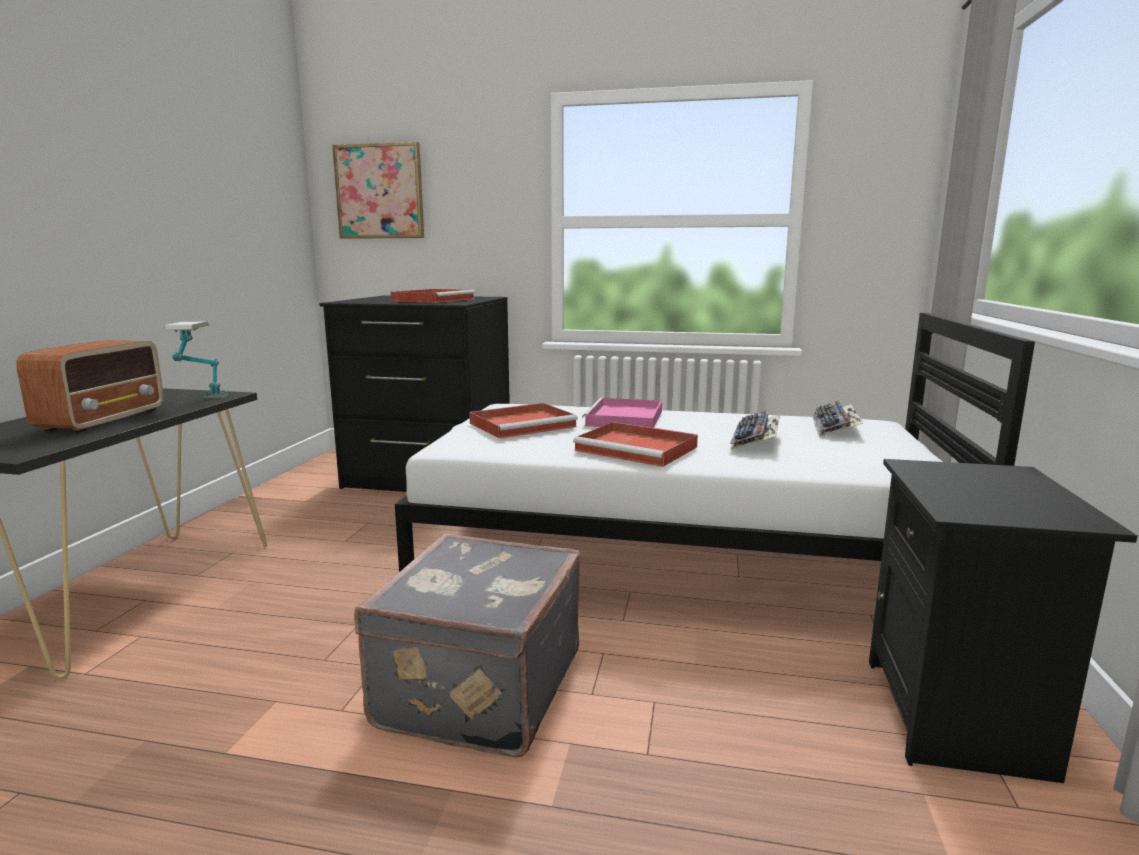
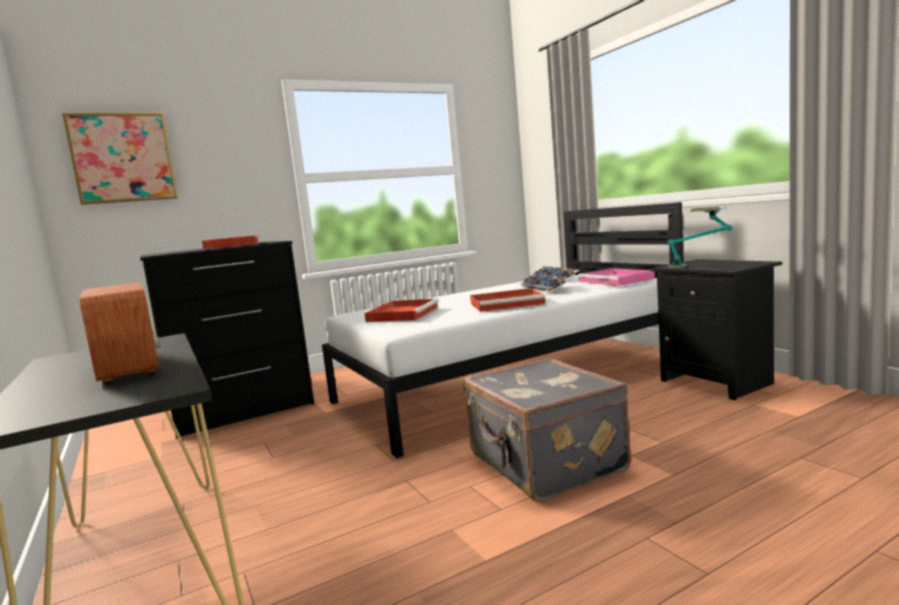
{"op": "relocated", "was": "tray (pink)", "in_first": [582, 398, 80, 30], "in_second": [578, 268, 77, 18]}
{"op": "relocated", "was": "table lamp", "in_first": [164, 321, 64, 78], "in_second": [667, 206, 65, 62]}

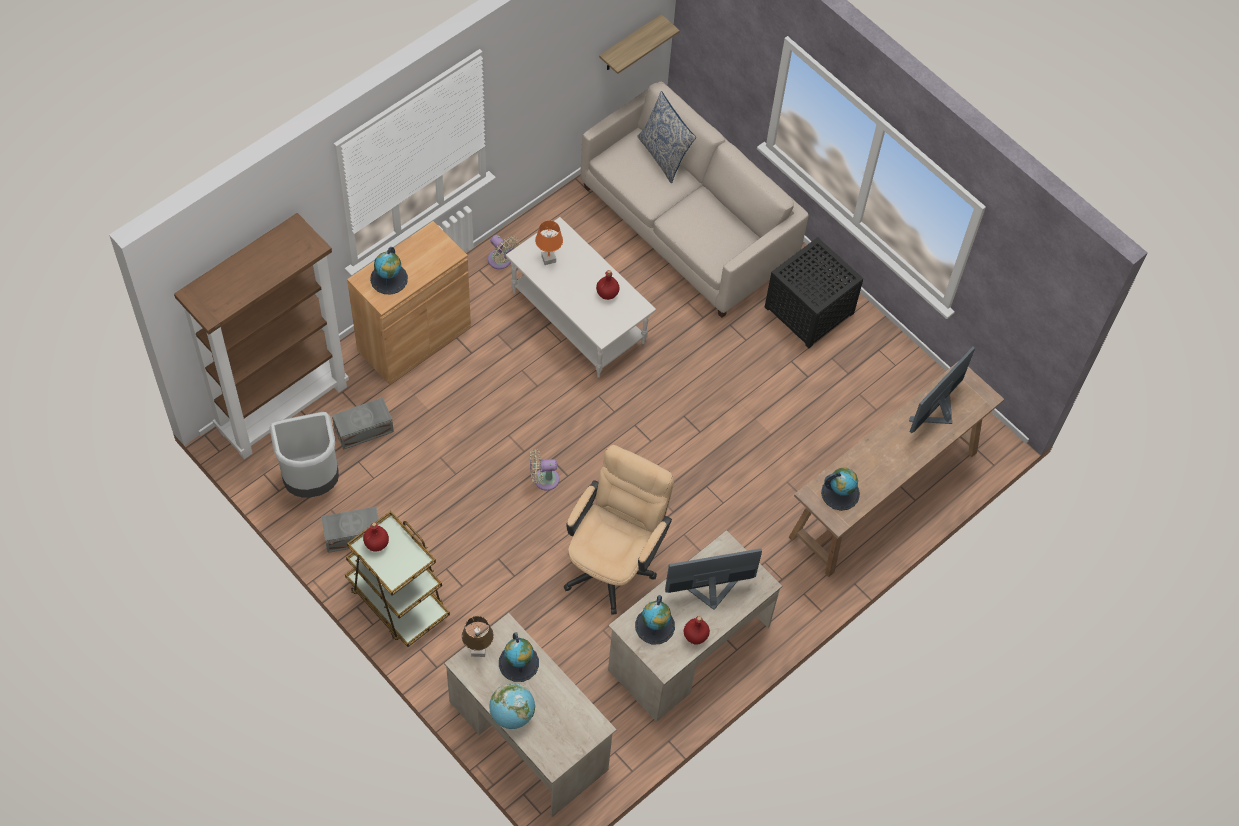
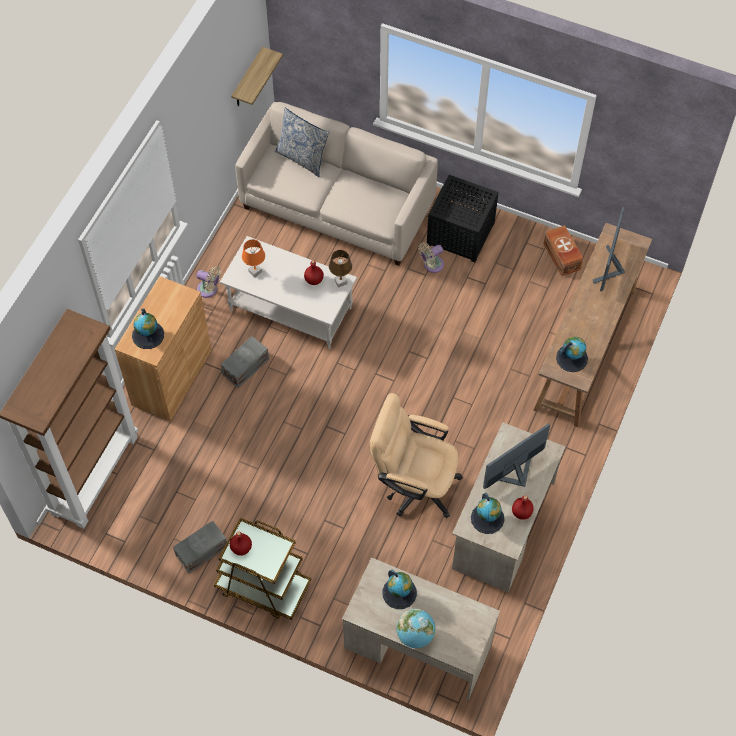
{"op": "relocated", "was": "storage box (grey)", "in_first": [332, 397, 62, 53], "in_second": [221, 336, 48, 52]}
{"op": "relocated", "was": "table lamp (brown)", "in_first": [462, 616, 32, 41], "in_second": [329, 250, 23, 38]}
{"op": "spun", "was": "office chair (beige)", "in_first": [564, 445, 110, 170], "in_second": [369, 393, 94, 125], "clockwise": -75}
{"op": "relocated", "was": "fan (beige)", "in_first": [530, 449, 30, 42], "in_second": [418, 242, 26, 31]}
{"op": "appeared", "now": "storage box (brown)", "in_second": [543, 225, 40, 51]}
{"op": "missing", "was": "trash can (grey)", "in_first": [269, 412, 70, 86]}

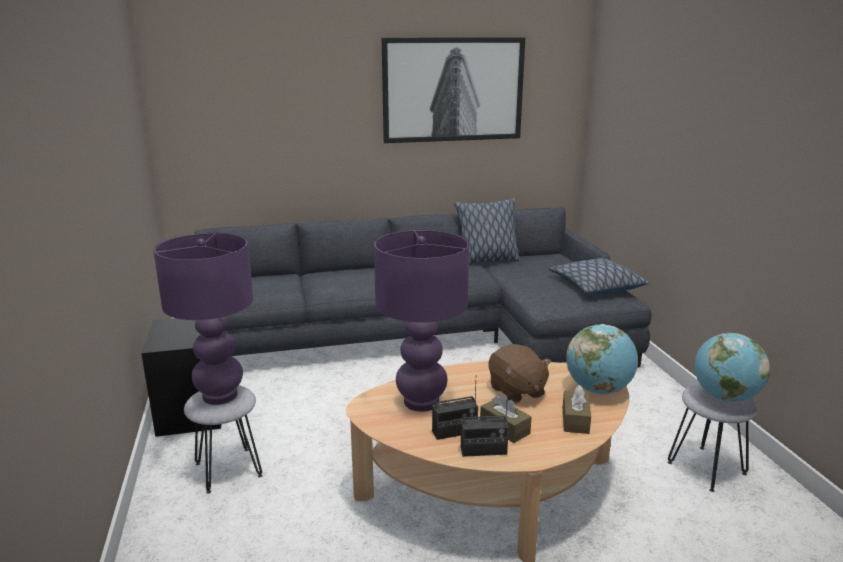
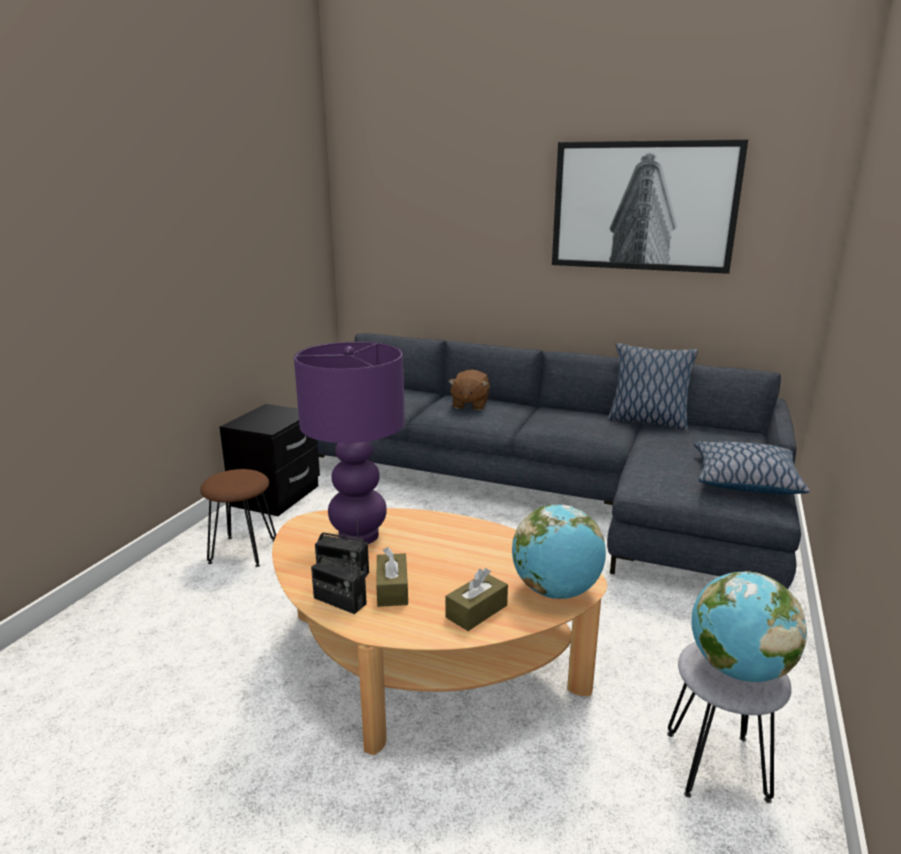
{"op": "colour", "was": "stool (grey)", "now": "stool (brown)", "in_first": [184, 385, 79, 109], "in_second": [200, 469, 76, 98]}
{"op": "relocated", "was": "plush toy (brown)", "in_first": [488, 344, 64, 60], "in_second": [449, 369, 41, 41]}
{"op": "missing", "was": "table lamp (purple)", "in_first": [153, 233, 100, 172]}

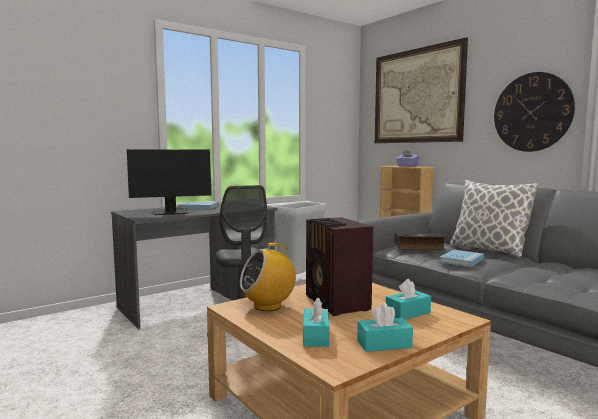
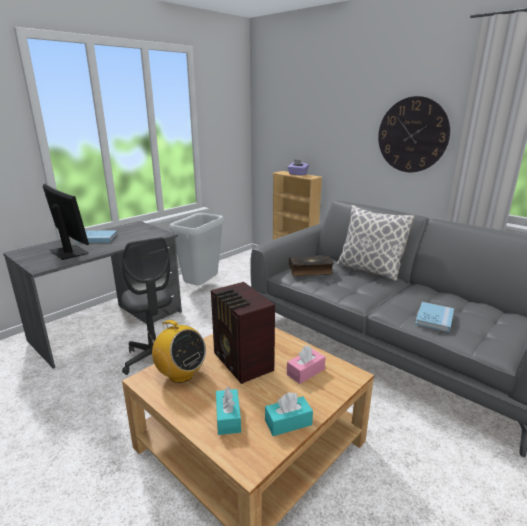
{"op": "spun", "was": "monitor", "in_first": [127, 149, 85, 66], "in_second": [43, 184, 46, 76], "clockwise": -105}
{"op": "spun", "was": "radio", "in_first": [240, 243, 56, 68], "in_second": [148, 320, 58, 63], "clockwise": -105}
{"op": "colour", "was": "tissue box (turquoise)", "now": "tissue box (pink)", "in_first": [386, 279, 45, 41], "in_second": [287, 345, 39, 39]}
{"op": "relocated", "was": "book (blue)", "in_first": [439, 250, 45, 17], "in_second": [415, 302, 39, 30]}
{"op": "missing", "was": "picture", "in_first": [375, 37, 93, 106]}

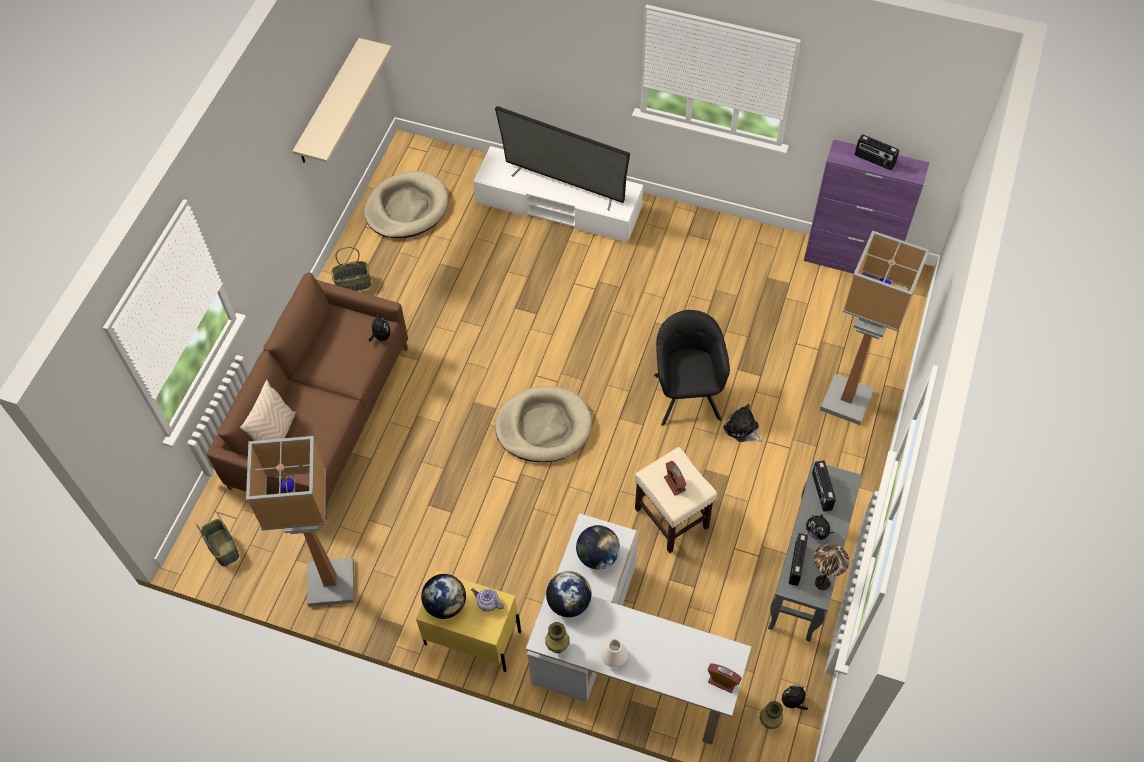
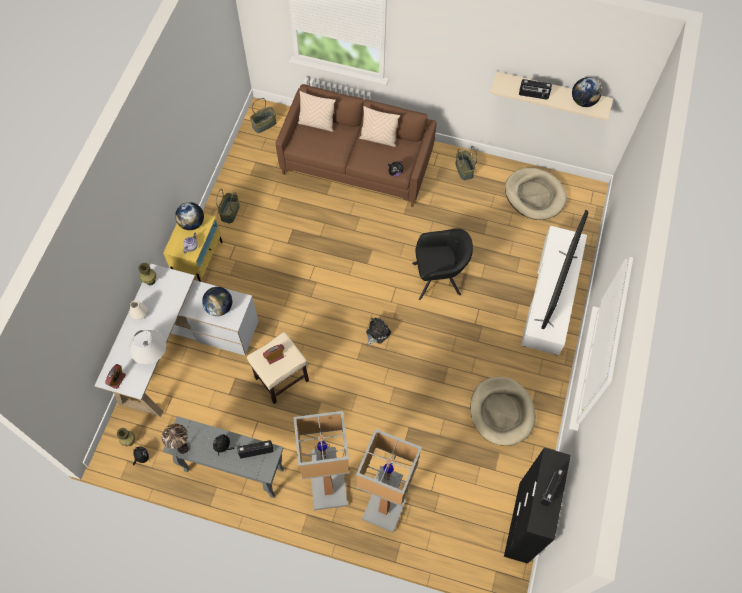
{"op": "appeared", "now": "table lamp (white)", "in_second": [129, 330, 37, 34]}
{"op": "appeared", "now": "basket", "in_second": [216, 189, 24, 34]}
{"op": "relocated", "was": "floor lamp", "in_first": [246, 436, 108, 171], "in_second": [294, 411, 56, 99]}
{"op": "appeared", "now": "pillow (beige)", "in_second": [359, 106, 41, 41]}
{"op": "relocated", "was": "plush toy", "in_first": [724, 404, 39, 38], "in_second": [366, 318, 25, 28]}
{"op": "relocated", "was": "armchair (black)", "in_first": [654, 310, 76, 116], "in_second": [412, 228, 61, 72]}
{"op": "relocated", "was": "dog bed (beige)", "in_first": [495, 386, 97, 76], "in_second": [470, 377, 66, 69]}
{"op": "colour", "was": "cabinet (purple)", "now": "cabinet (black)", "in_first": [804, 139, 125, 141], "in_second": [504, 448, 67, 116]}
{"op": "relocated", "was": "radio", "in_first": [789, 533, 19, 53], "in_second": [519, 79, 33, 21]}
{"op": "relocated", "was": "globe", "in_first": [546, 571, 46, 46], "in_second": [572, 77, 30, 30]}

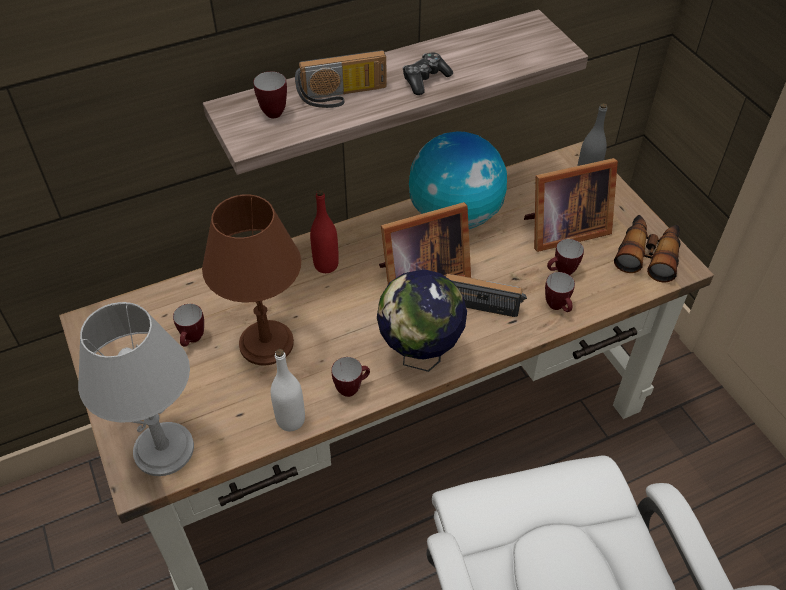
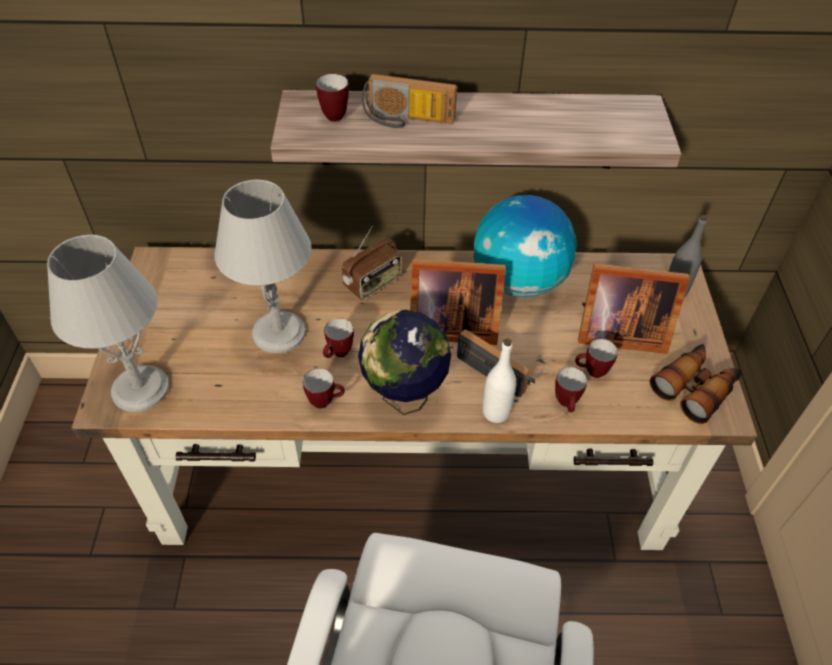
{"op": "colour", "was": "table lamp (brown)", "now": "table lamp (grey)", "in_first": [202, 194, 99, 172], "in_second": [215, 179, 97, 174]}
{"op": "relocated", "was": "mug", "in_first": [173, 304, 31, 43], "in_second": [323, 318, 31, 40]}
{"op": "exchanged", "was": "bottle (red)", "now": "radio", "in_first": [310, 190, 29, 83], "in_second": [342, 226, 59, 74]}
{"op": "relocated", "was": "bottle (white)", "in_first": [271, 349, 34, 82], "in_second": [483, 339, 33, 84]}
{"op": "missing", "was": "game controller", "in_first": [403, 52, 50, 43]}

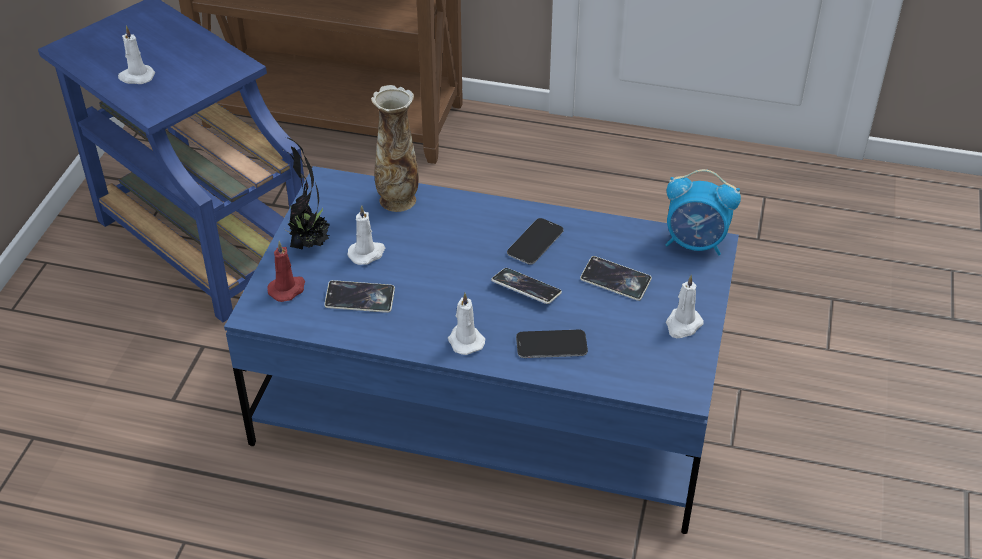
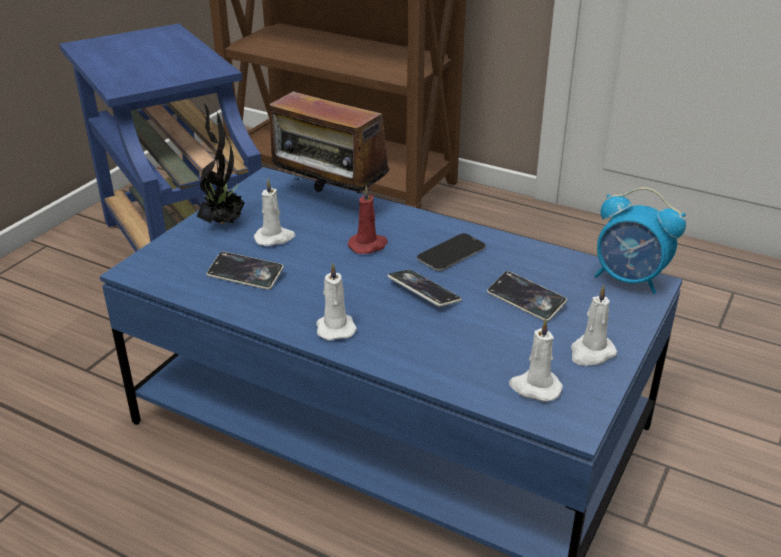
{"op": "exchanged", "was": "vase", "now": "radio", "in_first": [371, 85, 48, 127], "in_second": [269, 78, 120, 116]}
{"op": "relocated", "was": "candle (red)", "in_first": [267, 241, 38, 61], "in_second": [348, 185, 40, 69]}
{"op": "relocated", "was": "candle (white)", "in_first": [118, 25, 37, 59], "in_second": [509, 318, 54, 84]}
{"op": "missing", "was": "phone", "in_first": [516, 330, 72, 28]}

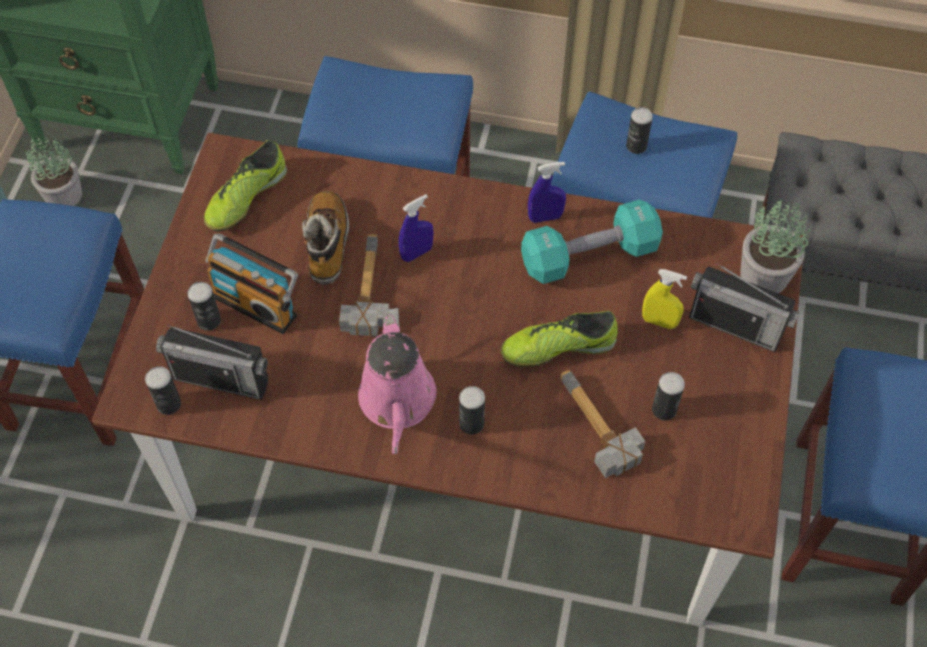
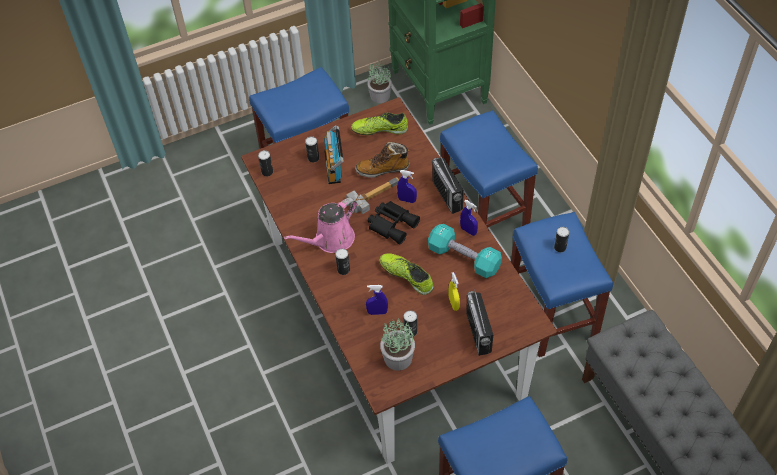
{"op": "spun", "was": "boot", "in_first": [302, 191, 47, 94], "in_second": [356, 142, 54, 36], "clockwise": -150}
{"op": "exchanged", "was": "hammer", "now": "spray bottle (blue)", "in_first": [560, 370, 86, 108], "in_second": [366, 285, 22, 30]}
{"op": "appeared", "now": "binoculars (black)", "in_second": [368, 201, 52, 43]}
{"op": "relocated", "was": "potted plant", "in_first": [740, 199, 70, 94], "in_second": [380, 319, 35, 52]}
{"op": "relocated", "was": "radio", "in_first": [156, 325, 112, 75], "in_second": [432, 153, 32, 61]}

